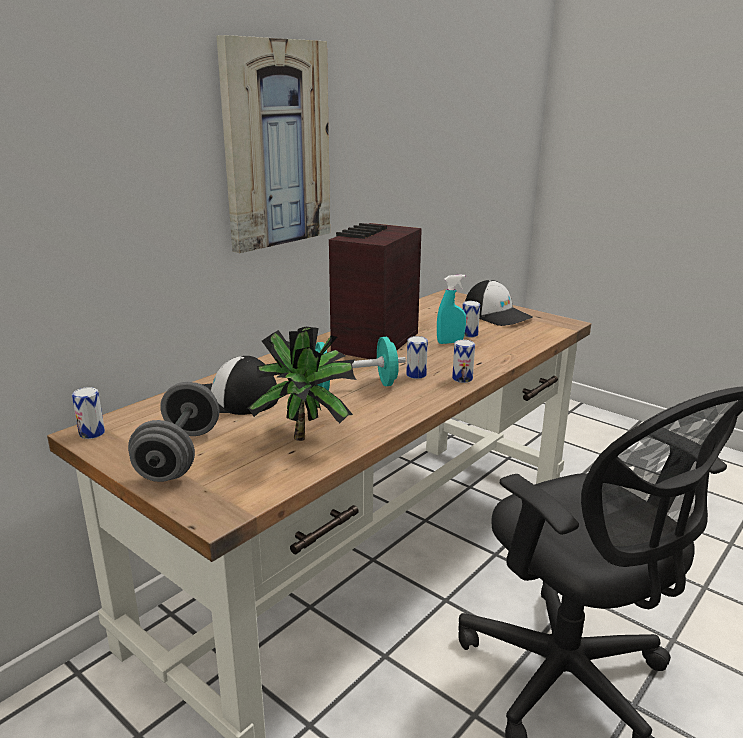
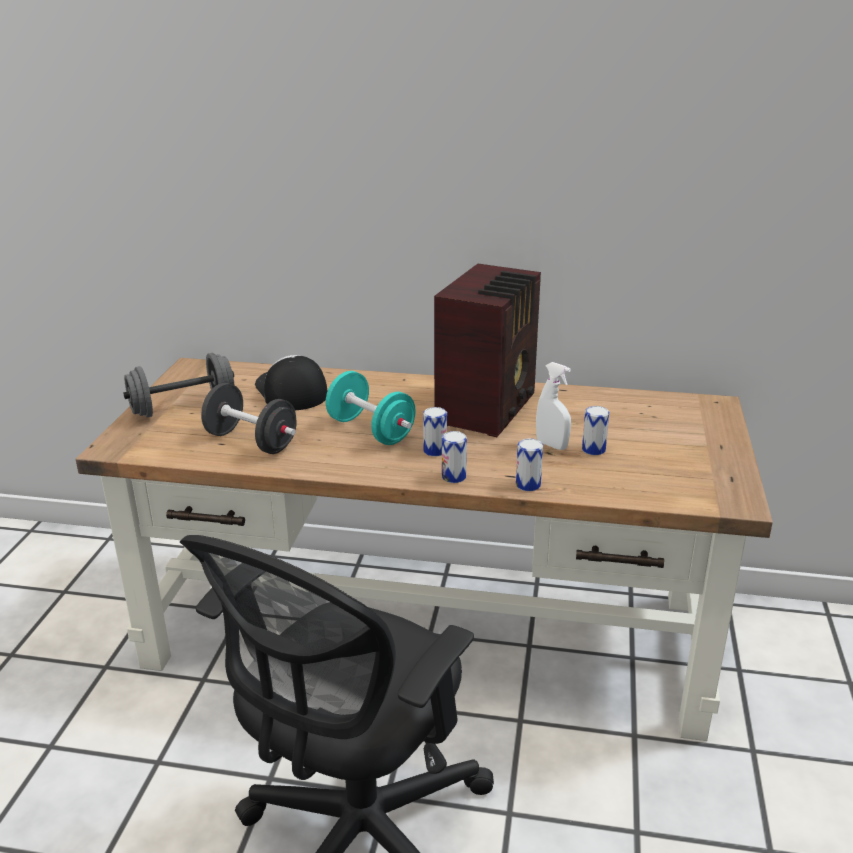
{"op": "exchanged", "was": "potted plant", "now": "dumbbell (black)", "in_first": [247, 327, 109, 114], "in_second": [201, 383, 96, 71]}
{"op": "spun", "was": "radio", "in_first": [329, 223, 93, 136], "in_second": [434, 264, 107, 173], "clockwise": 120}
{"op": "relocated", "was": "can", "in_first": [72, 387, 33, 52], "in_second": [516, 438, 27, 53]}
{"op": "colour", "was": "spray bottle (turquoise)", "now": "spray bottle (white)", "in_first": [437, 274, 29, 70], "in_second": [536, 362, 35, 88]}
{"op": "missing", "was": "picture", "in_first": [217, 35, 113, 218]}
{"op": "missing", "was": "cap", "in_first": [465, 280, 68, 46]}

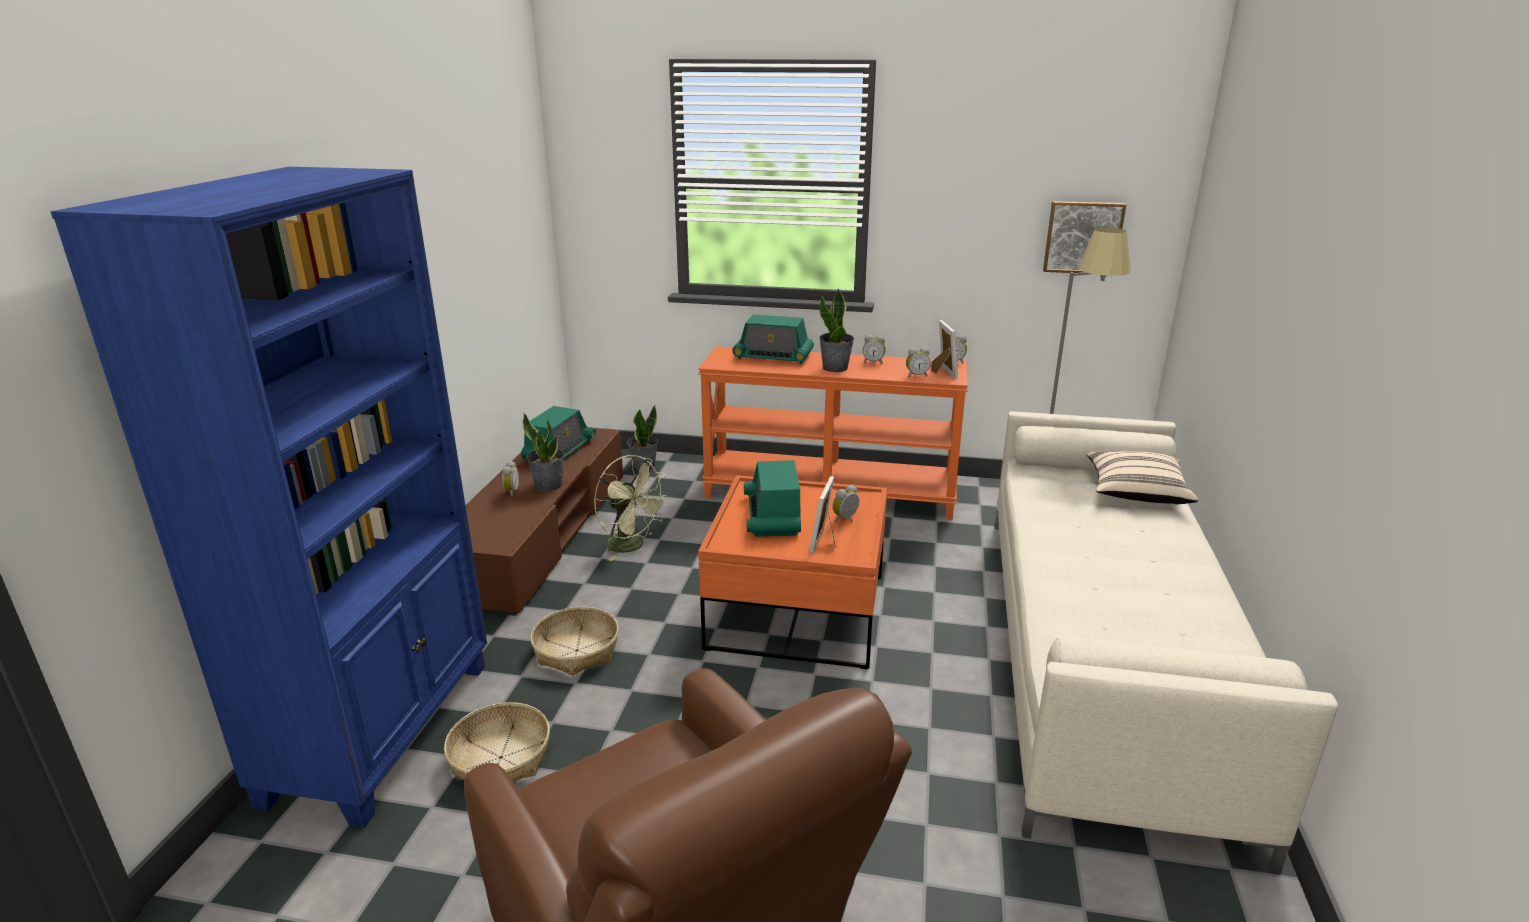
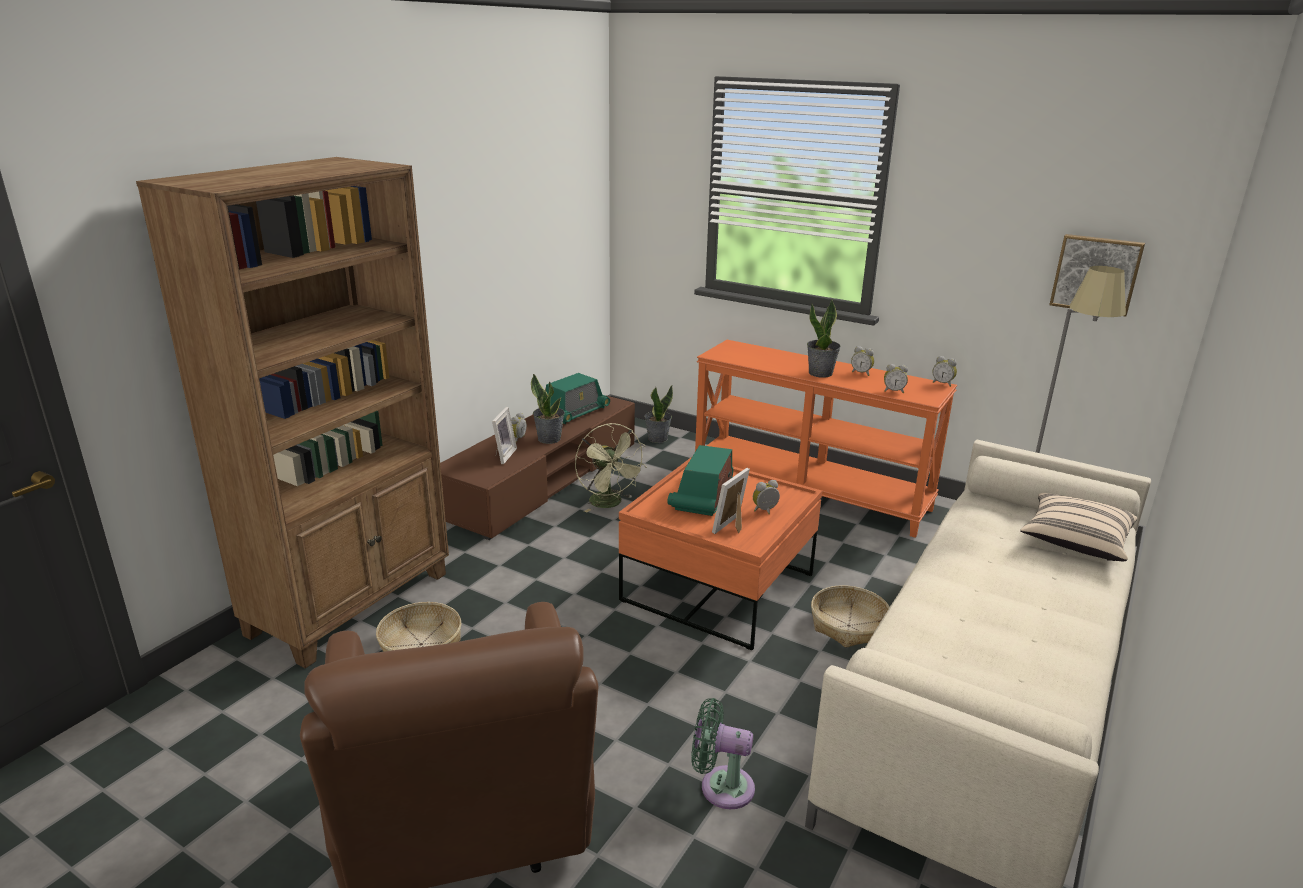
{"op": "colour", "was": "bookcase (blue)", "now": "bookcase (brown)", "in_first": [51, 167, 436, 661], "in_second": [136, 157, 313, 511]}
{"op": "relocated", "was": "picture frame", "in_first": [931, 320, 27, 59], "in_second": [492, 407, 25, 57]}
{"op": "appeared", "now": "fan (green)", "in_second": [692, 698, 63, 111]}
{"op": "relocated", "was": "basket", "in_first": [531, 607, 88, 69], "in_second": [811, 585, 79, 63]}
{"op": "missing", "was": "radio", "in_first": [732, 314, 82, 50]}

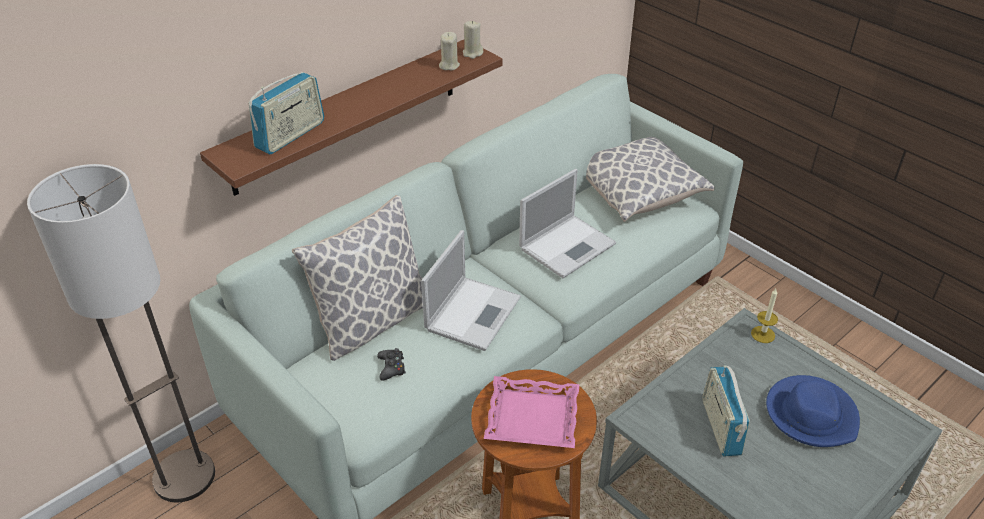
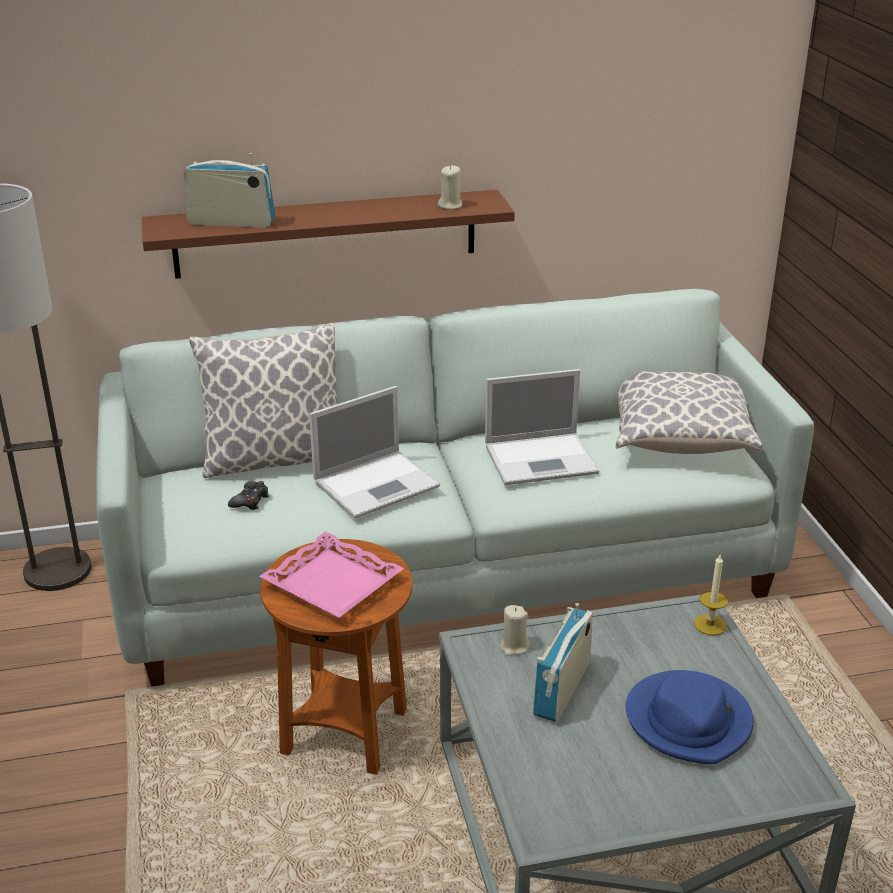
{"op": "spun", "was": "radio", "in_first": [249, 72, 75, 82], "in_second": [184, 153, 91, 75], "clockwise": -150}
{"op": "relocated", "was": "candle (beige)", "in_first": [463, 21, 20, 38], "in_second": [499, 605, 31, 51]}

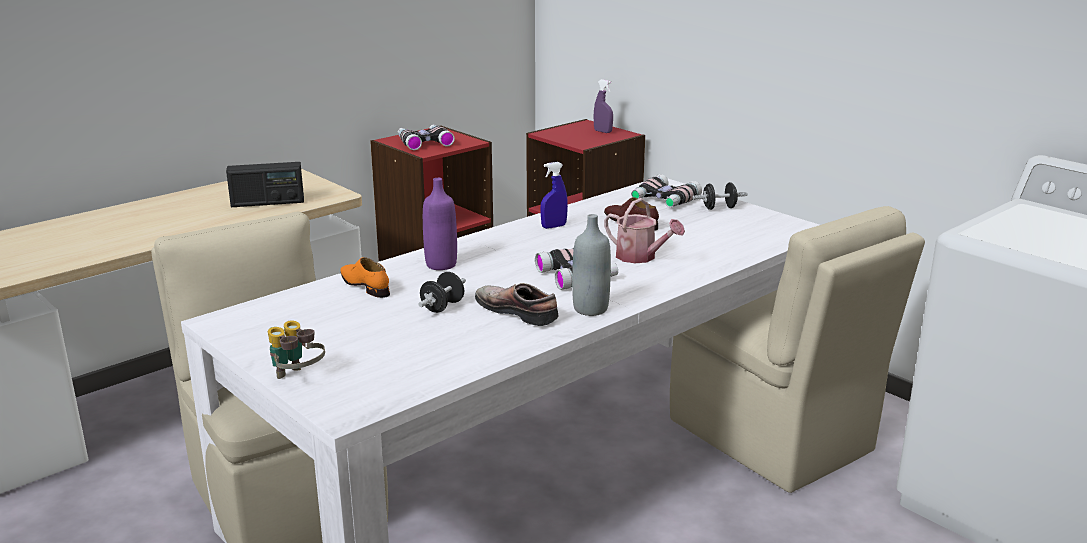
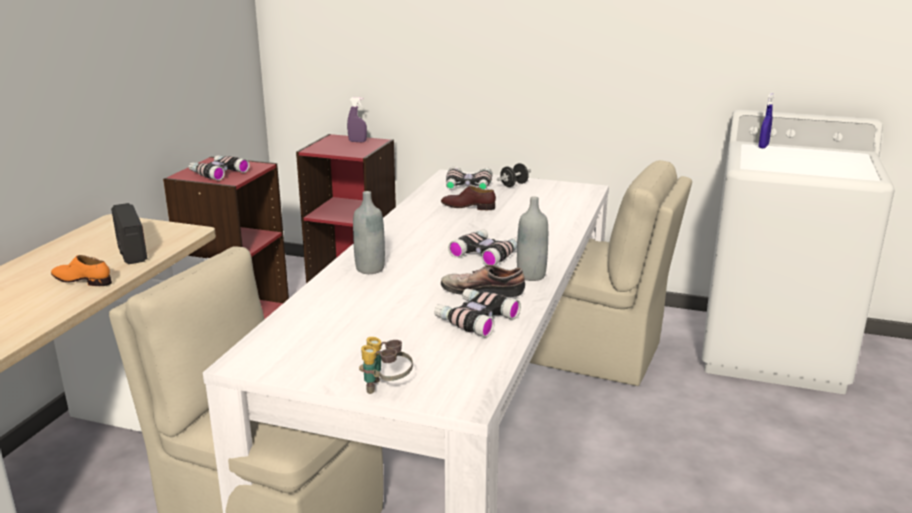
{"op": "relocated", "was": "shoe (orange)", "in_first": [341, 257, 49, 41], "in_second": [51, 255, 61, 31]}
{"op": "spun", "was": "radio", "in_first": [226, 162, 78, 45], "in_second": [111, 203, 36, 61], "clockwise": 105}
{"op": "colour", "was": "bottle (purple)", "now": "bottle (grey)", "in_first": [423, 178, 34, 92], "in_second": [353, 191, 32, 83]}
{"op": "appeared", "now": "binoculars", "in_second": [434, 288, 87, 50]}
{"op": "relocated", "was": "spray bottle (blue)", "in_first": [540, 162, 28, 67], "in_second": [759, 93, 15, 55]}
{"op": "missing", "was": "dumbbell (black)", "in_first": [418, 272, 48, 41]}
{"op": "missing", "was": "watering can", "in_first": [604, 198, 81, 65]}

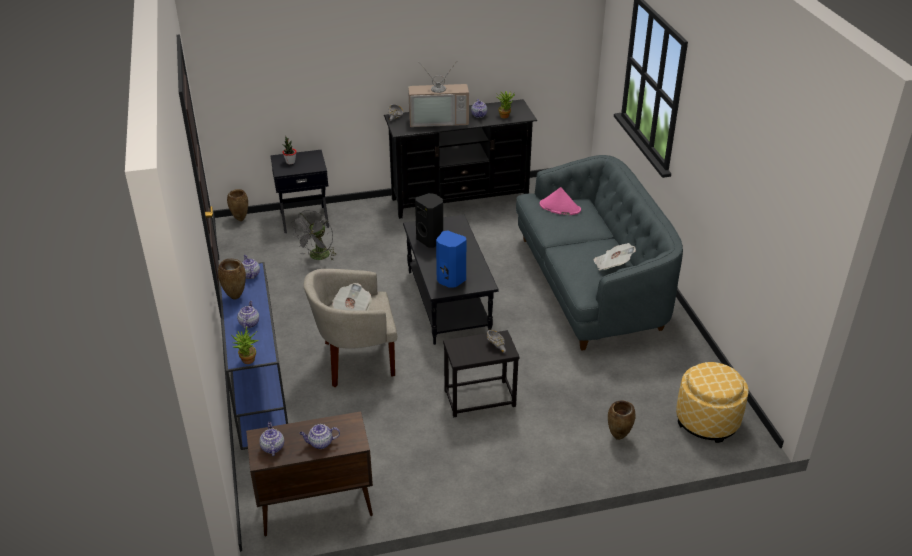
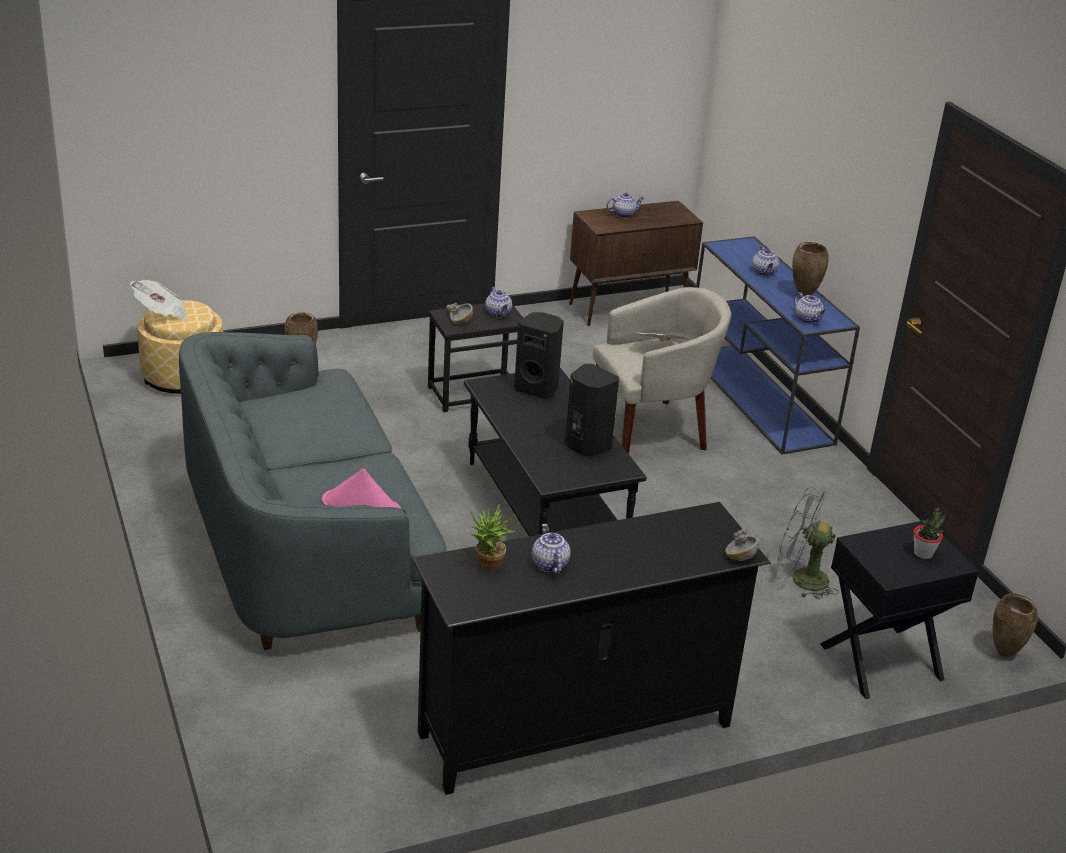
{"op": "relocated", "was": "newspaper", "in_first": [594, 243, 42, 27], "in_second": [130, 280, 58, 39]}
{"op": "relocated", "was": "teapot", "in_first": [259, 422, 25, 34], "in_second": [485, 287, 27, 31]}
{"op": "colour", "was": "speaker (blue)", "now": "speaker (black)", "in_first": [436, 230, 30, 57], "in_second": [514, 312, 50, 87]}
{"op": "spun", "was": "fan (grey)", "in_first": [291, 210, 46, 50], "in_second": [778, 487, 61, 113], "clockwise": -90}
{"op": "missing", "was": "potted plant", "in_first": [231, 326, 27, 38]}
{"op": "missing", "was": "television", "in_first": [408, 60, 61, 67]}

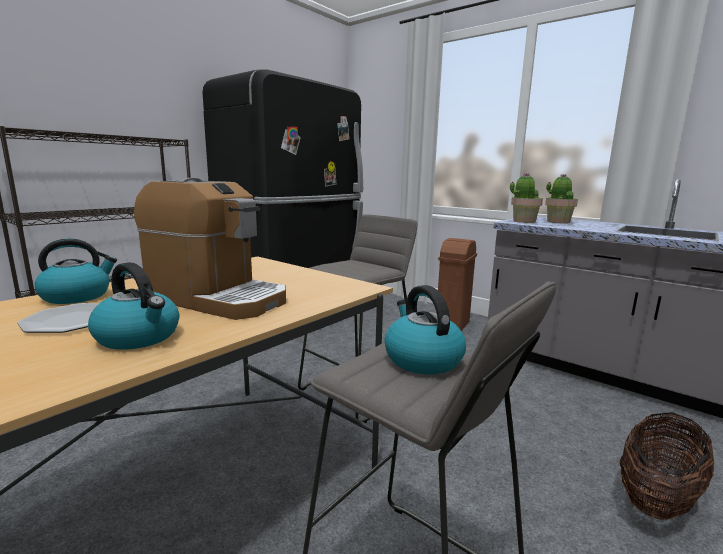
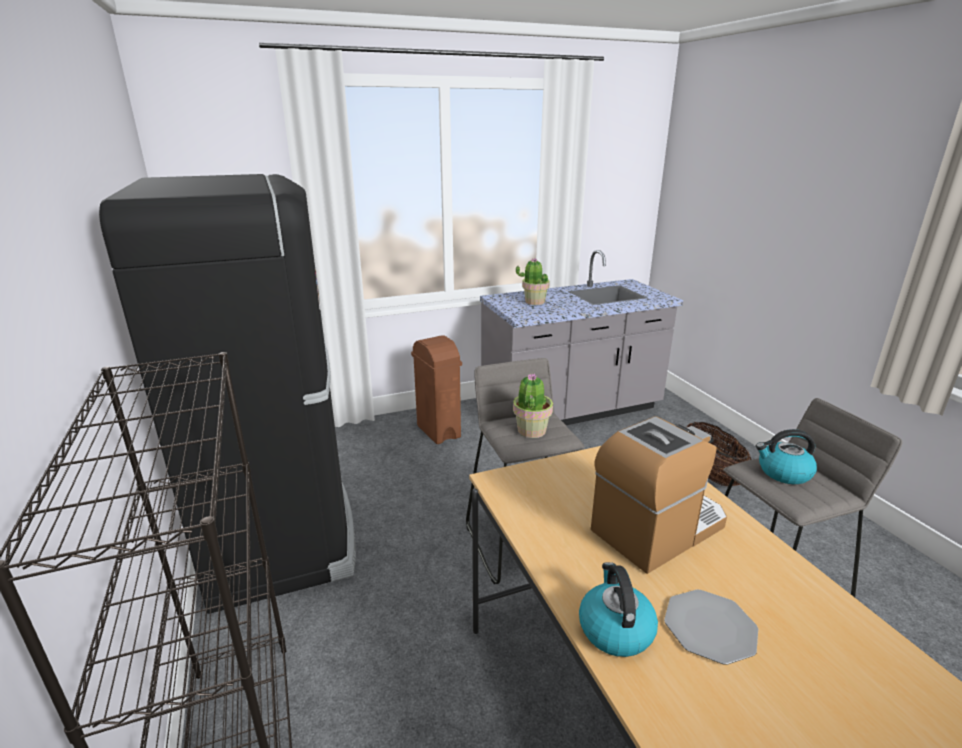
{"op": "relocated", "was": "potted plant", "in_first": [510, 173, 33, 50], "in_second": [513, 373, 40, 65]}
{"op": "missing", "was": "kettle", "in_first": [88, 262, 91, 88]}

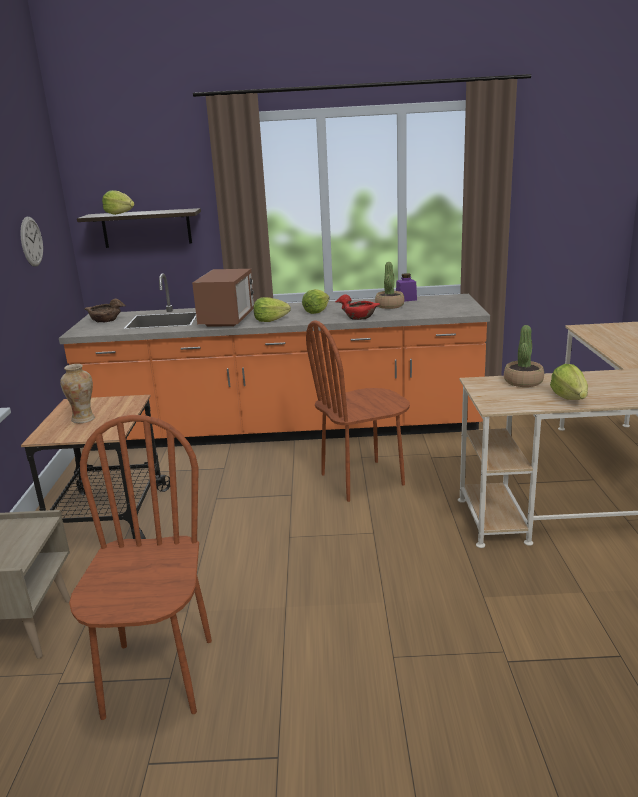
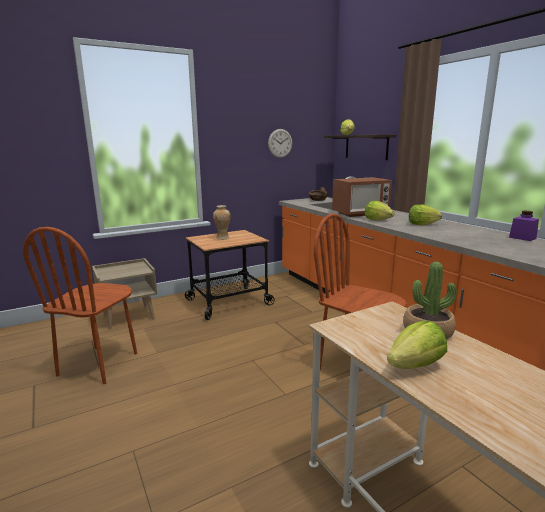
{"op": "spun", "was": "chair (brown)", "in_first": [69, 415, 143, 305], "in_second": [23, 227, 114, 157], "clockwise": 135}
{"op": "missing", "was": "bowl (red)", "in_first": [335, 294, 45, 26]}
{"op": "missing", "was": "potted plant", "in_first": [375, 262, 29, 47]}

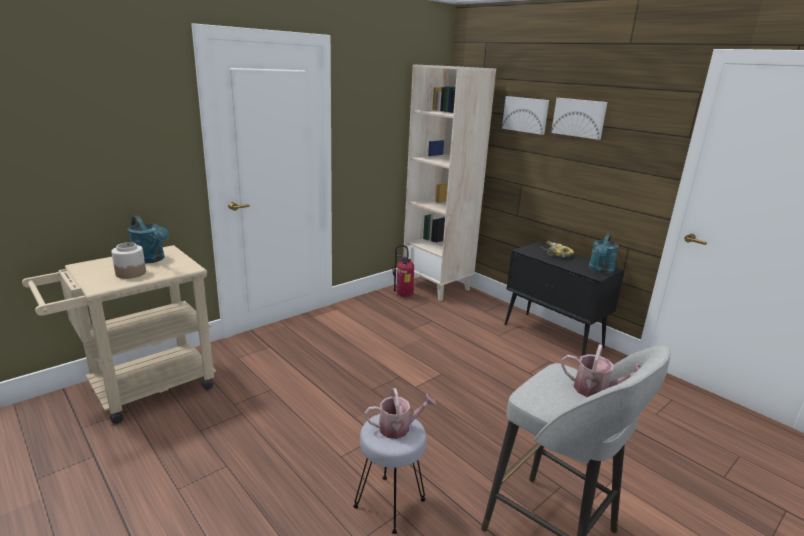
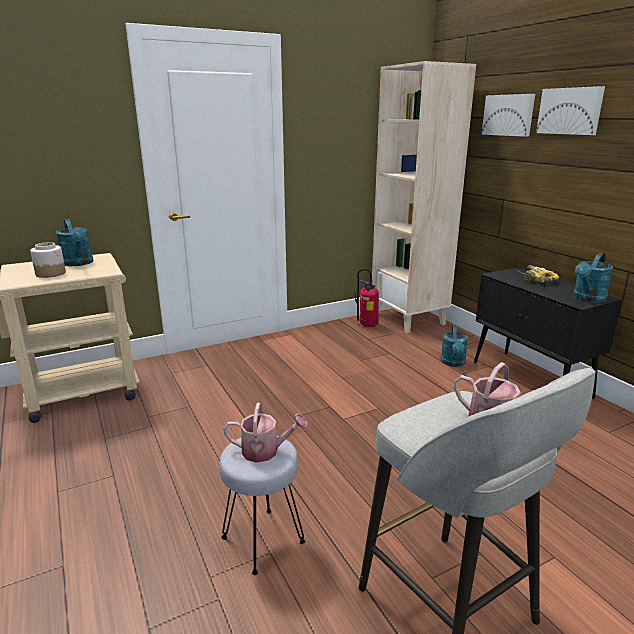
{"op": "appeared", "now": "watering can (turquoise)", "in_second": [441, 324, 27, 43]}

